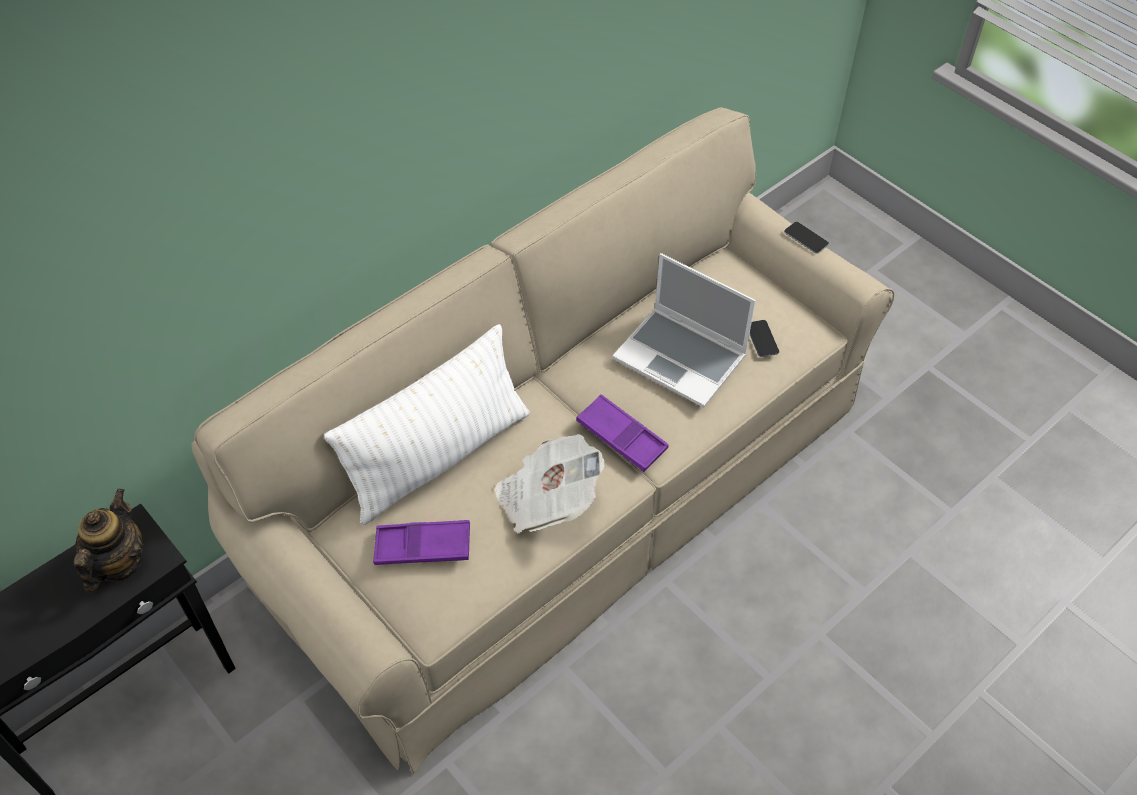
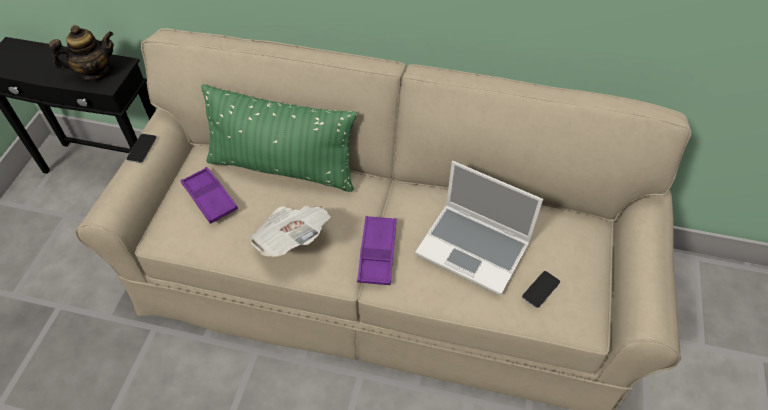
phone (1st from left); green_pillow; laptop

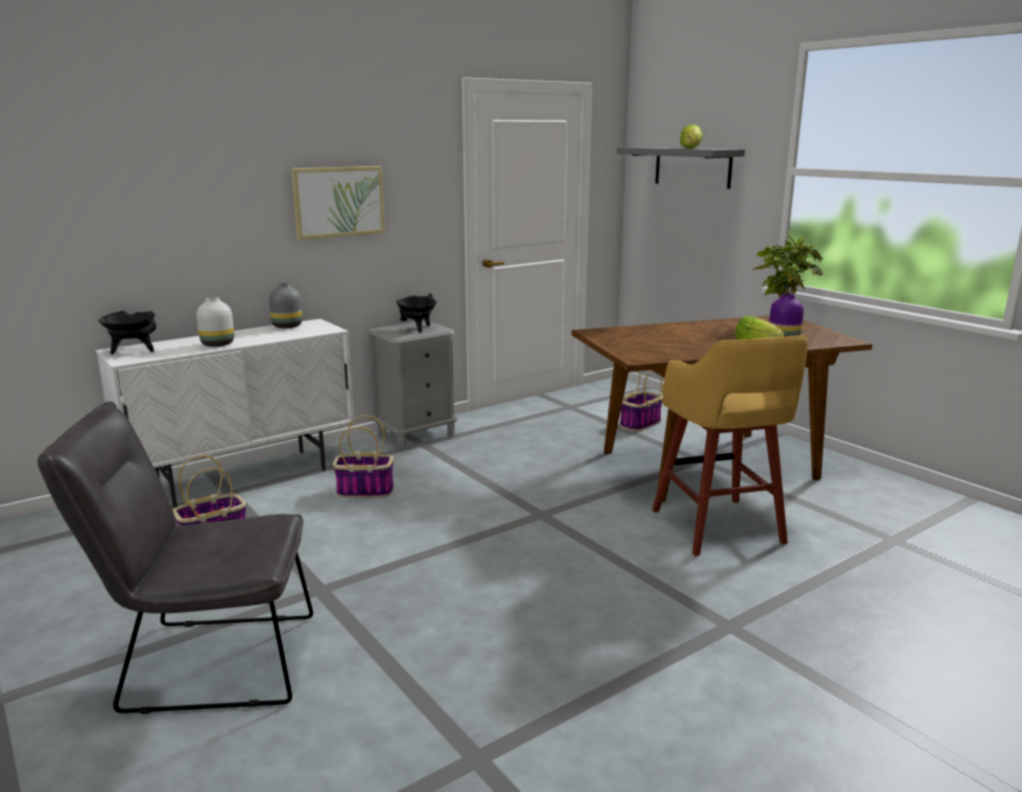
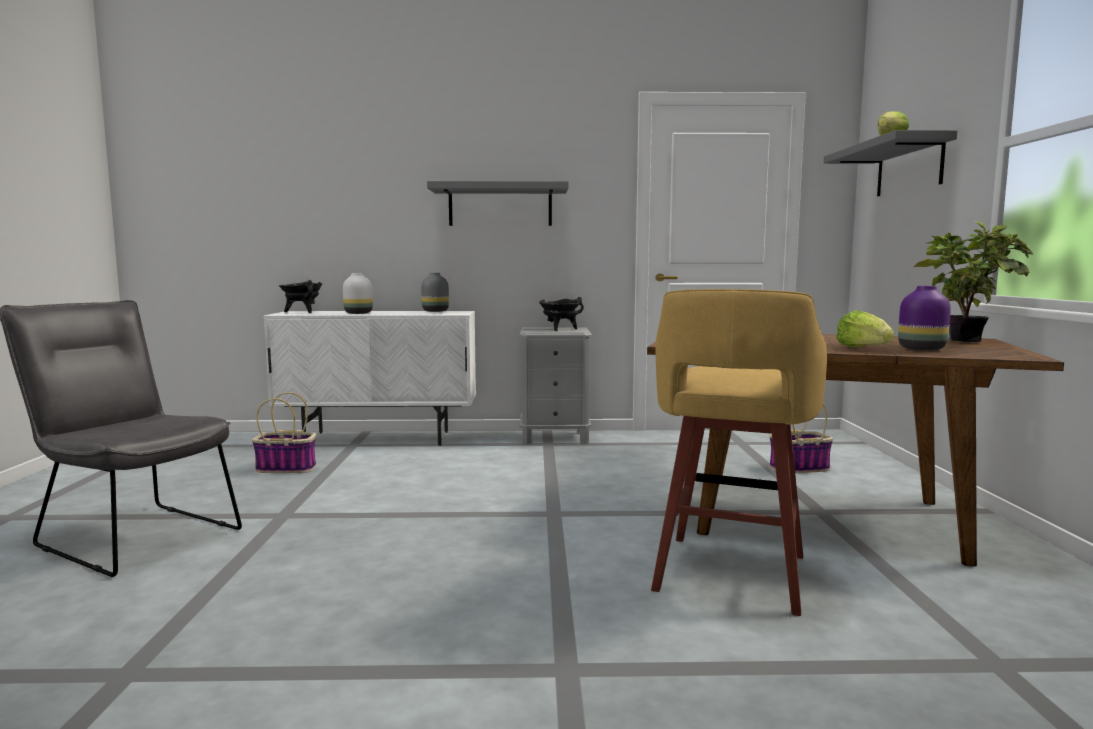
basket (2nd from left in the first image); grey_shelf (1st from left)

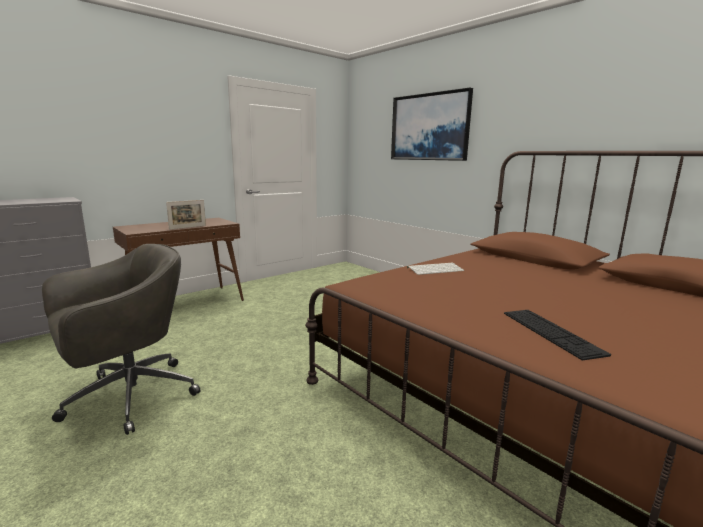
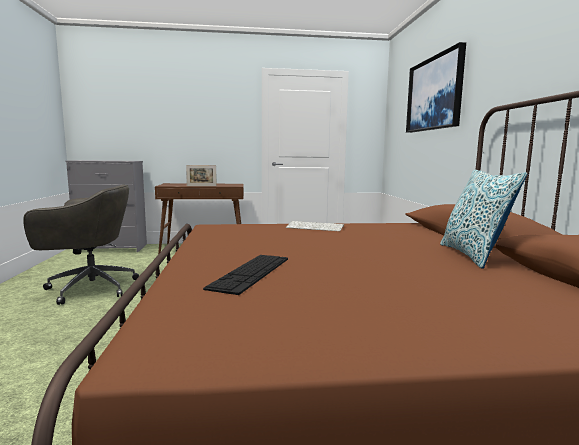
pillow

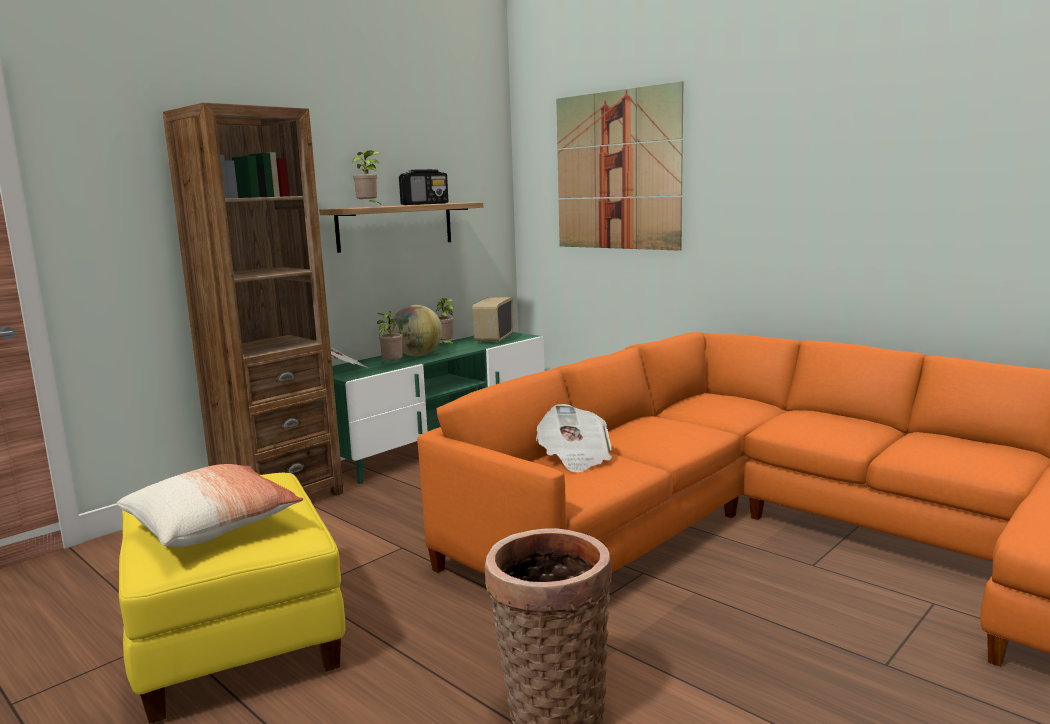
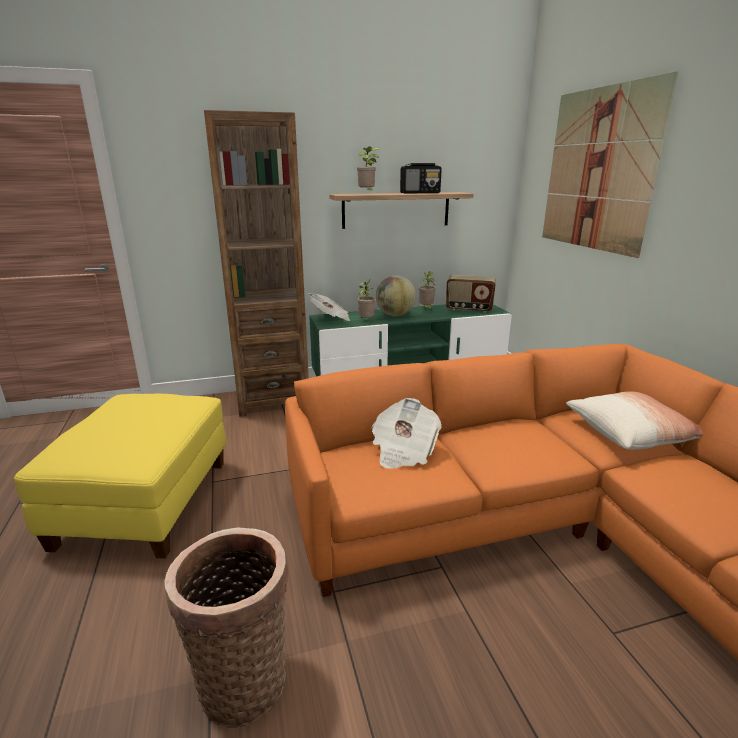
pillow; radio (2nd from left)

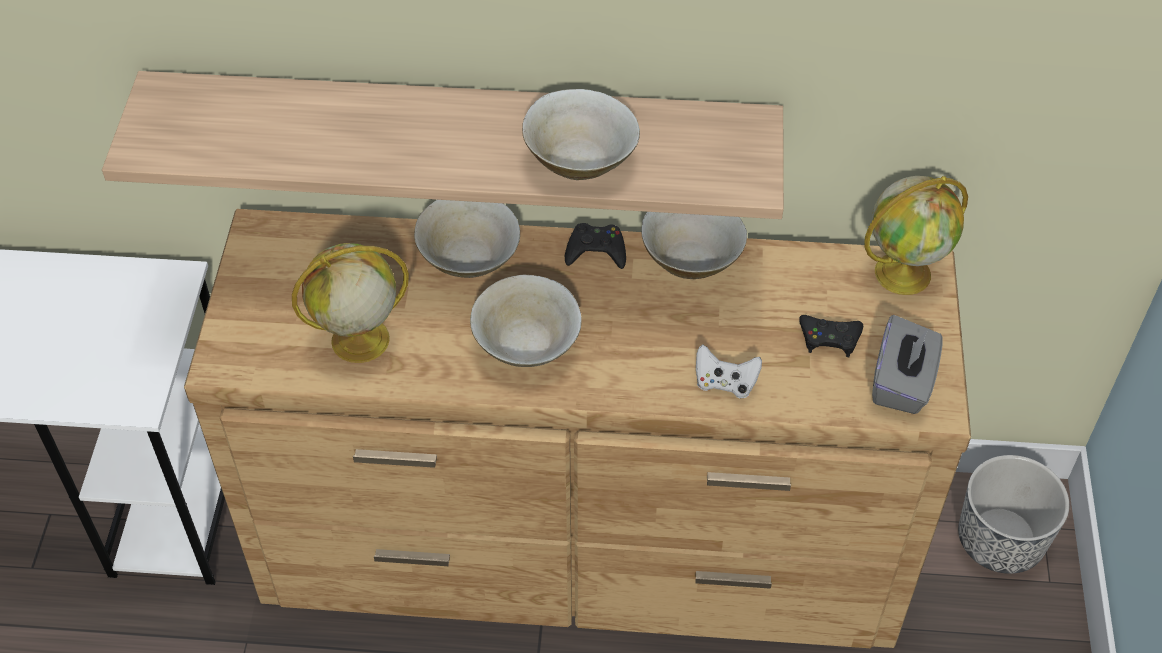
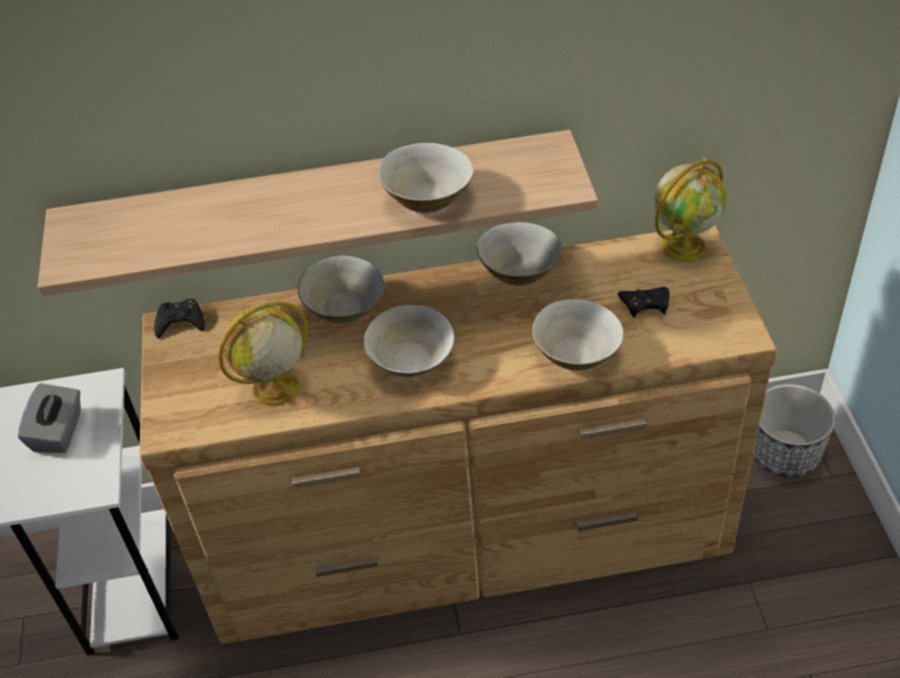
black_game_controller (1st from left); grey_tissue_box; beige_bowl (5th from left)

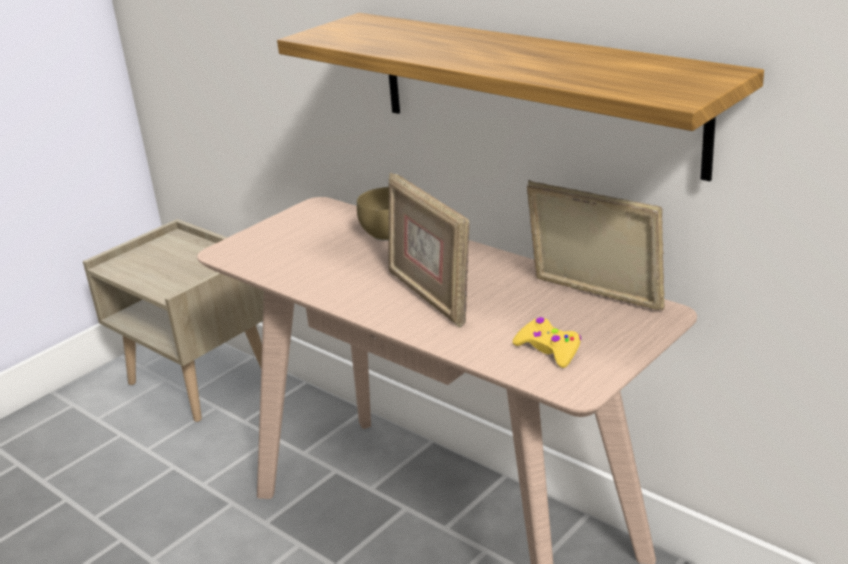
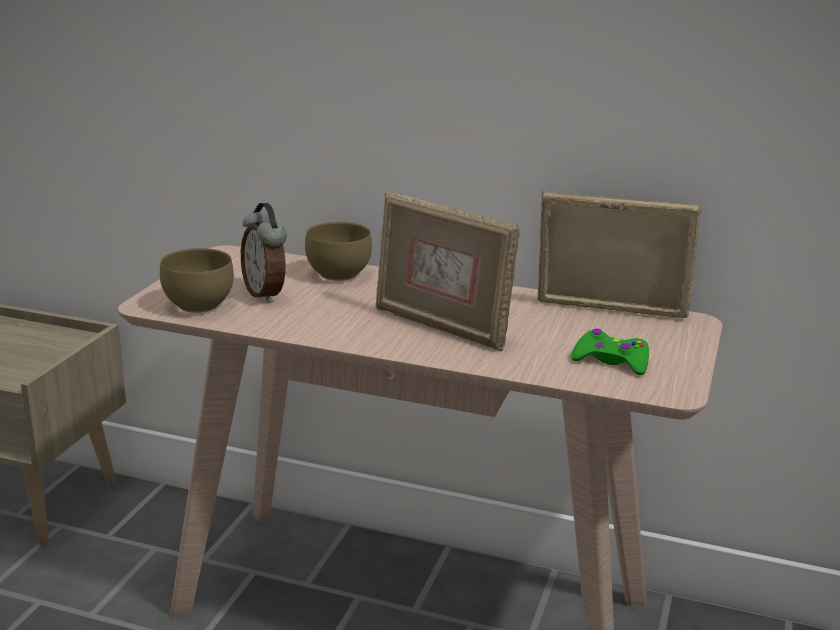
shelf; brown_bowl (1st from left); alarm_clock; green_game_controller

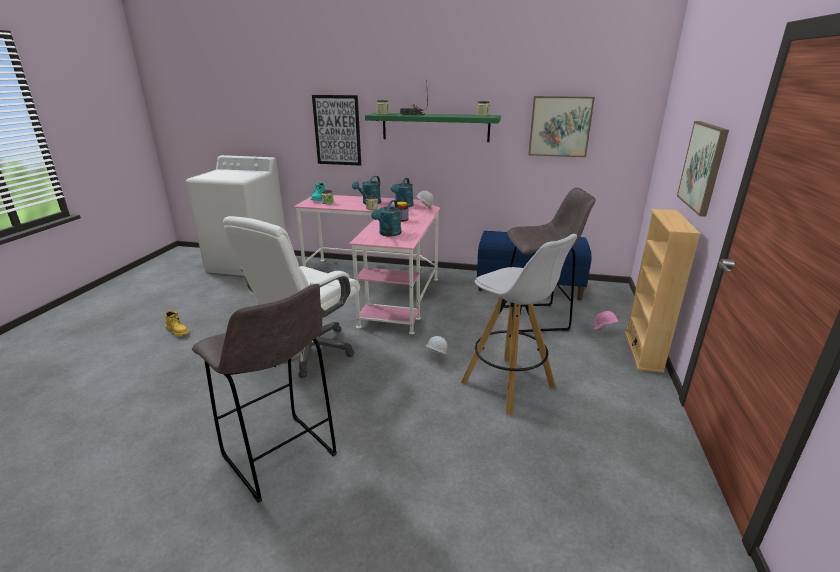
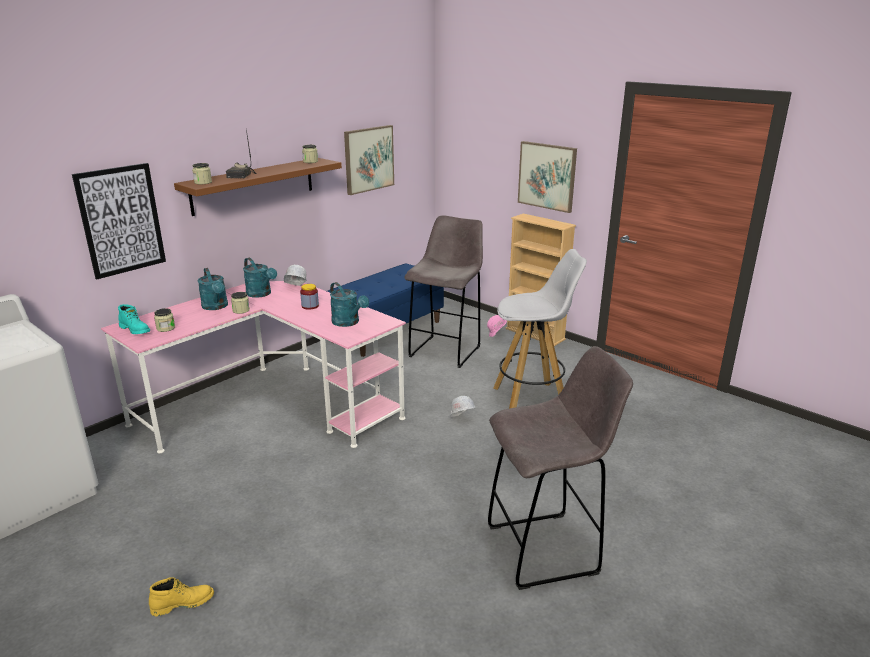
white_office_chair; brown_shelf

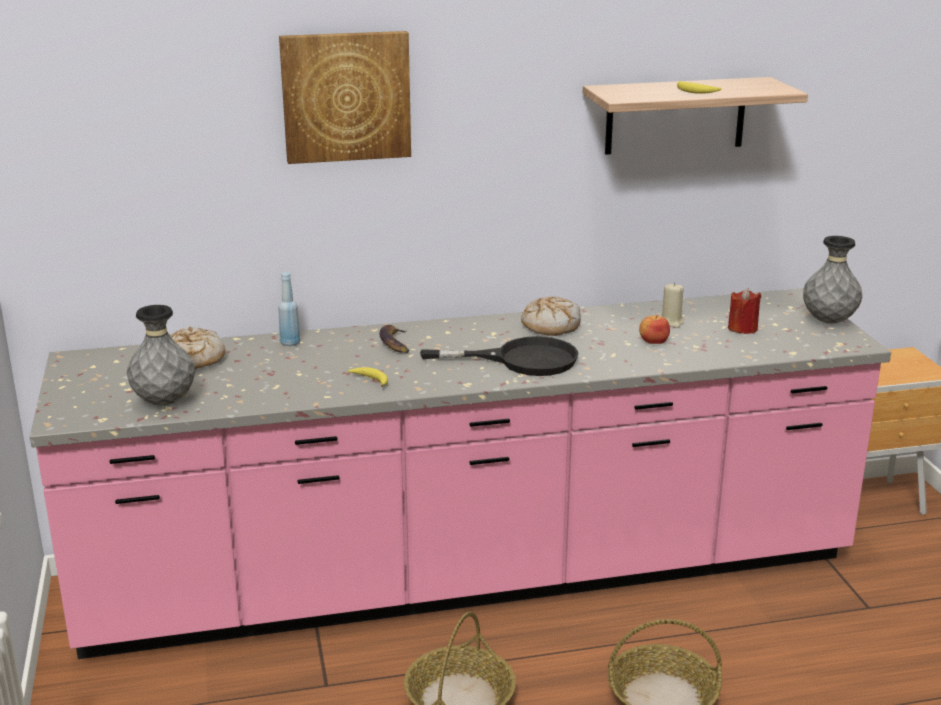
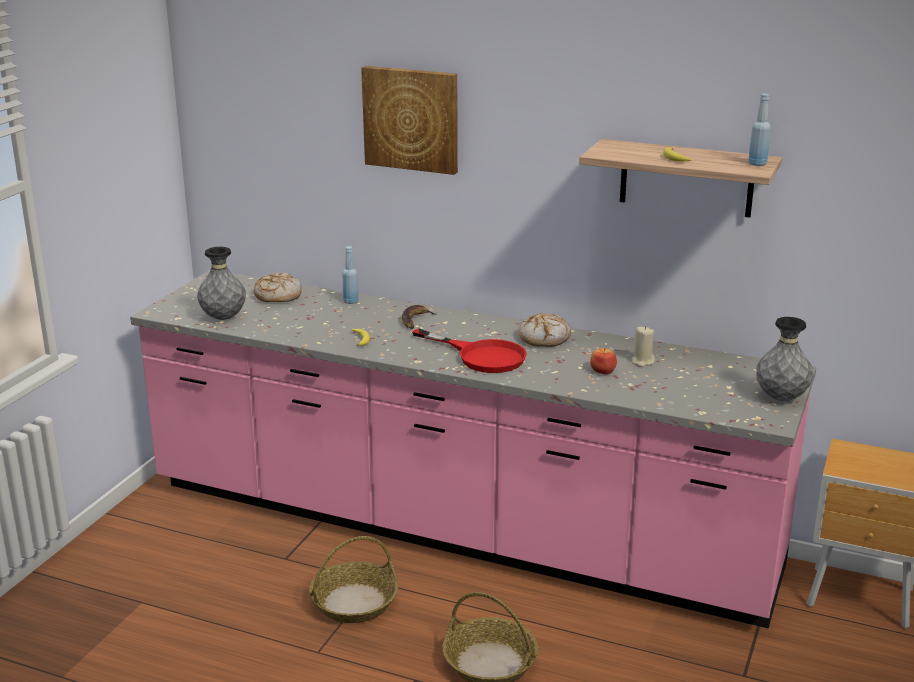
red_candle; blue_bottle (2nd from left); red_frying_pan

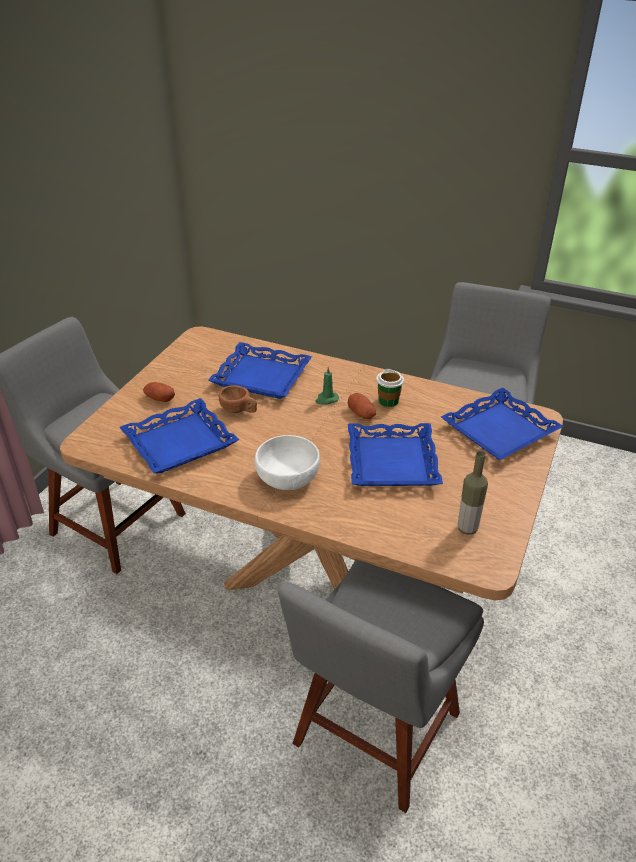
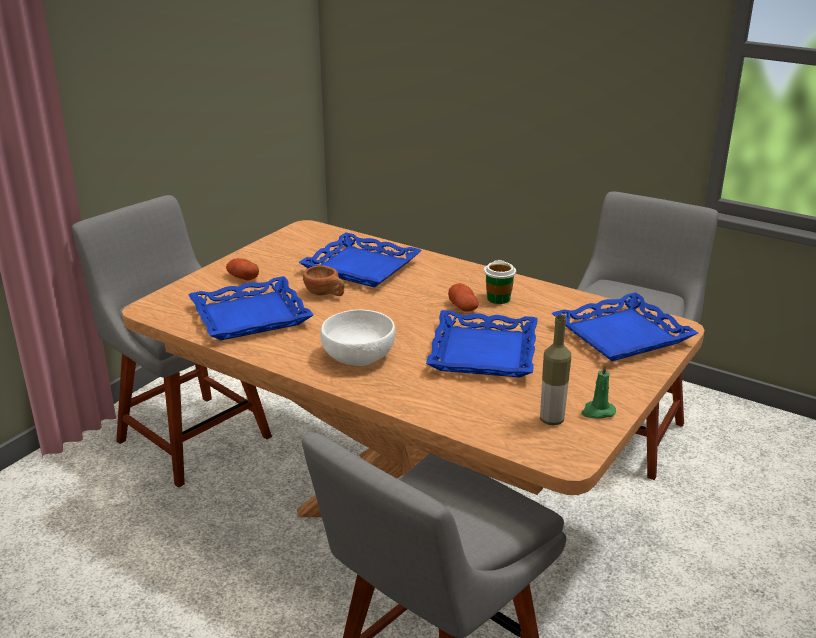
green_candle

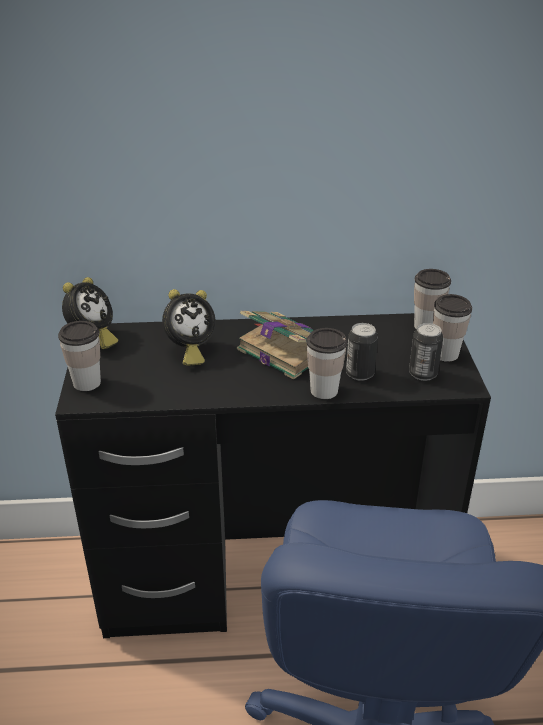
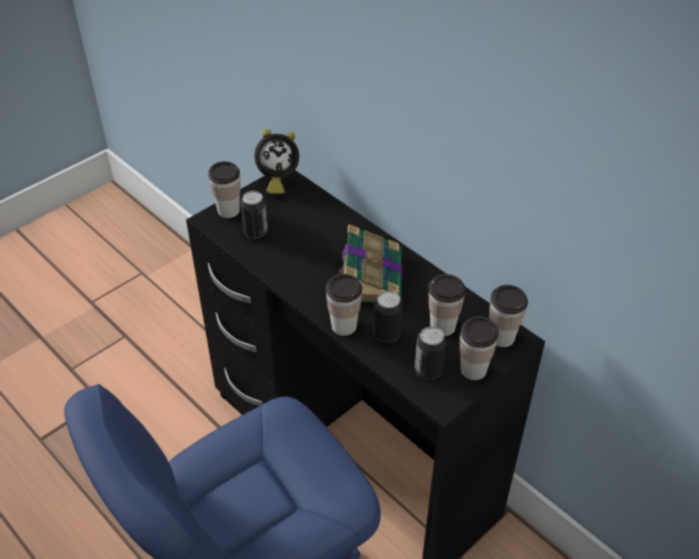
alarm_clock (2nd from left in the first image); can (1st from left); cup (3rd from left)

